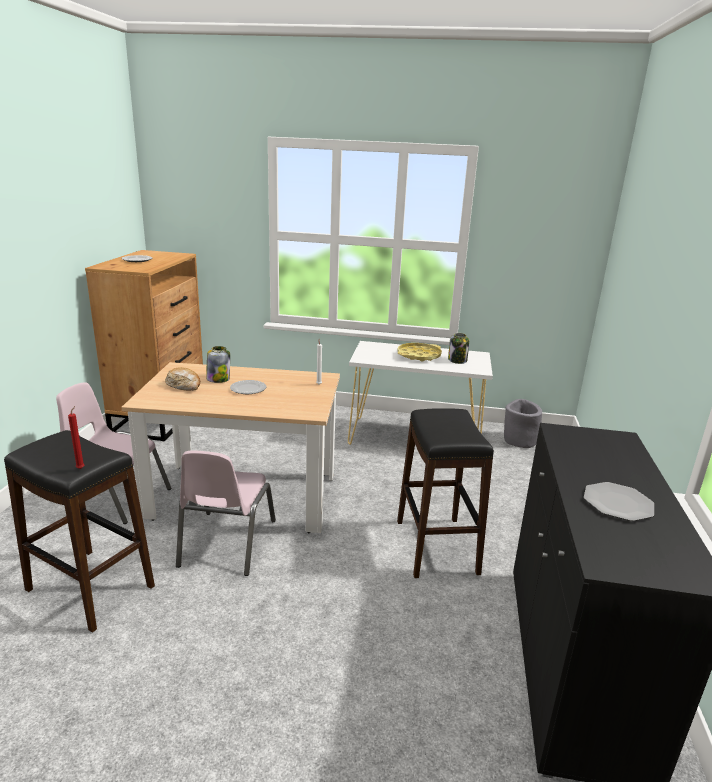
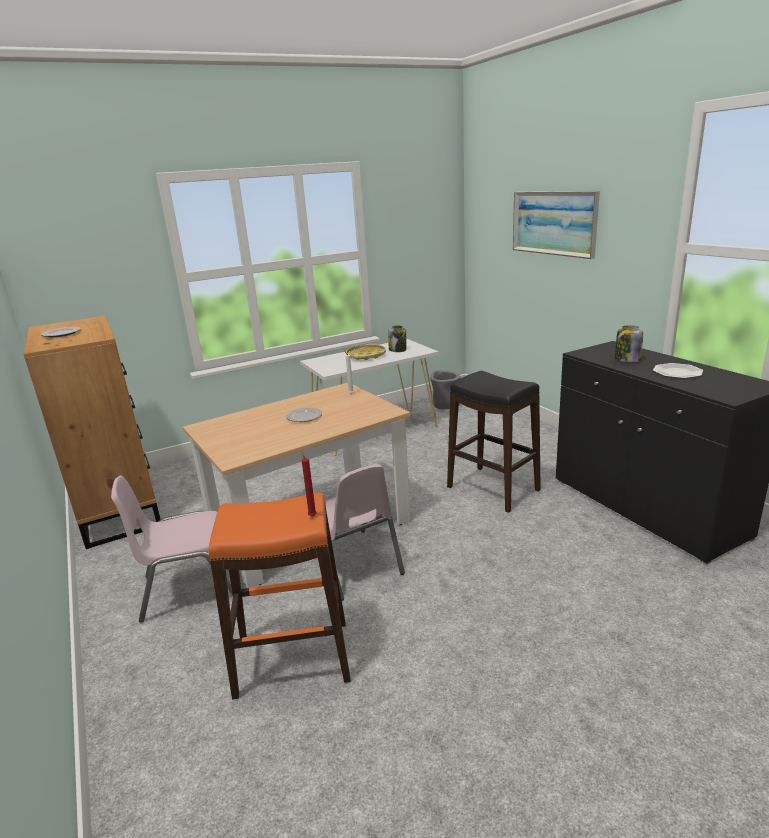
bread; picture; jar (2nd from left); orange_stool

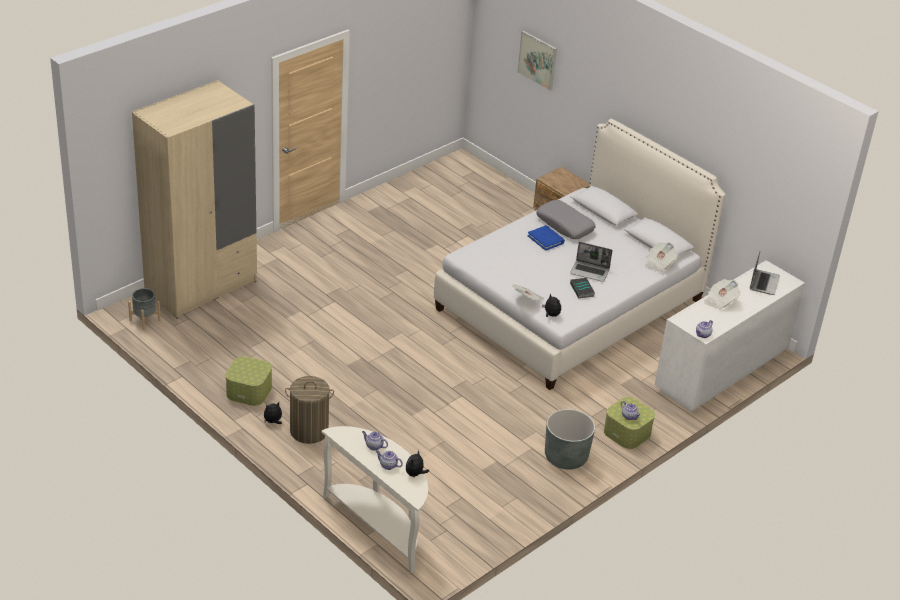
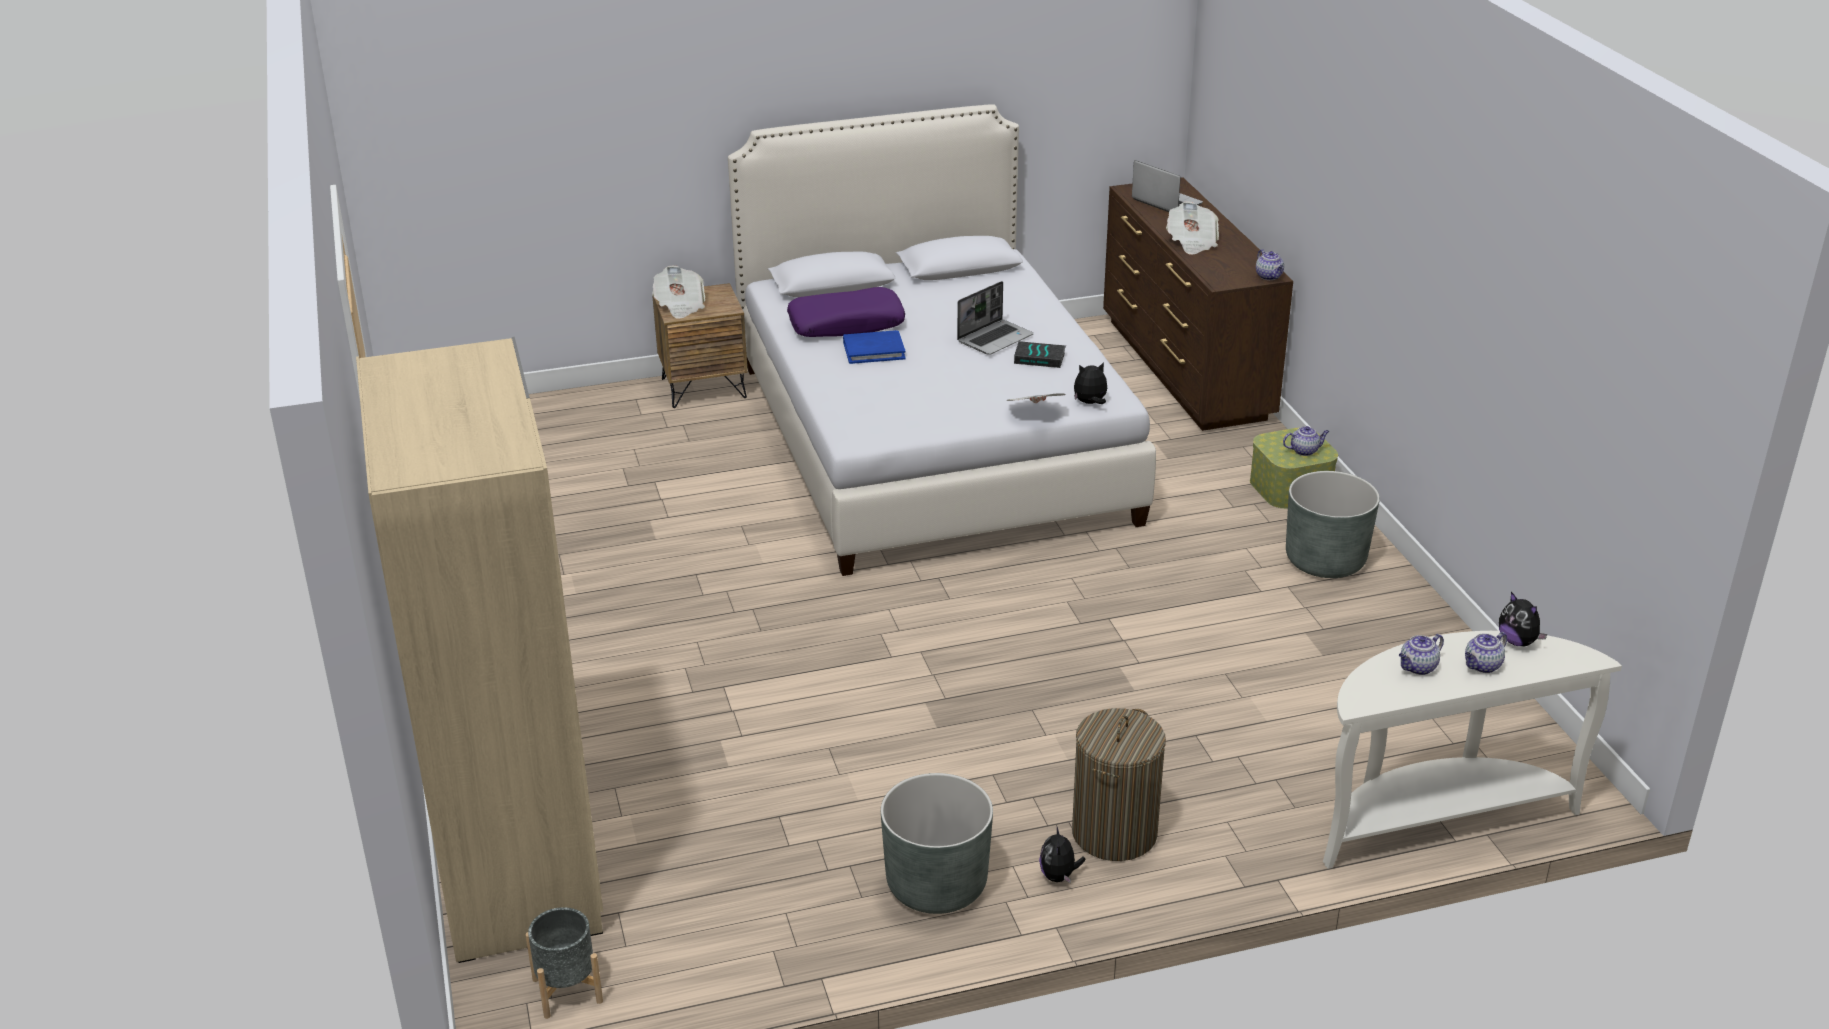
picture; newspaper (1st from left); grey_planter (2nd from left); purple_pillow; brown_dresser

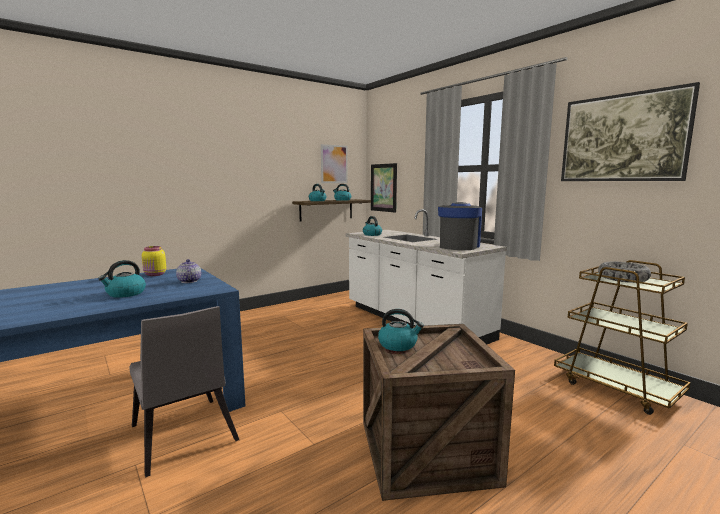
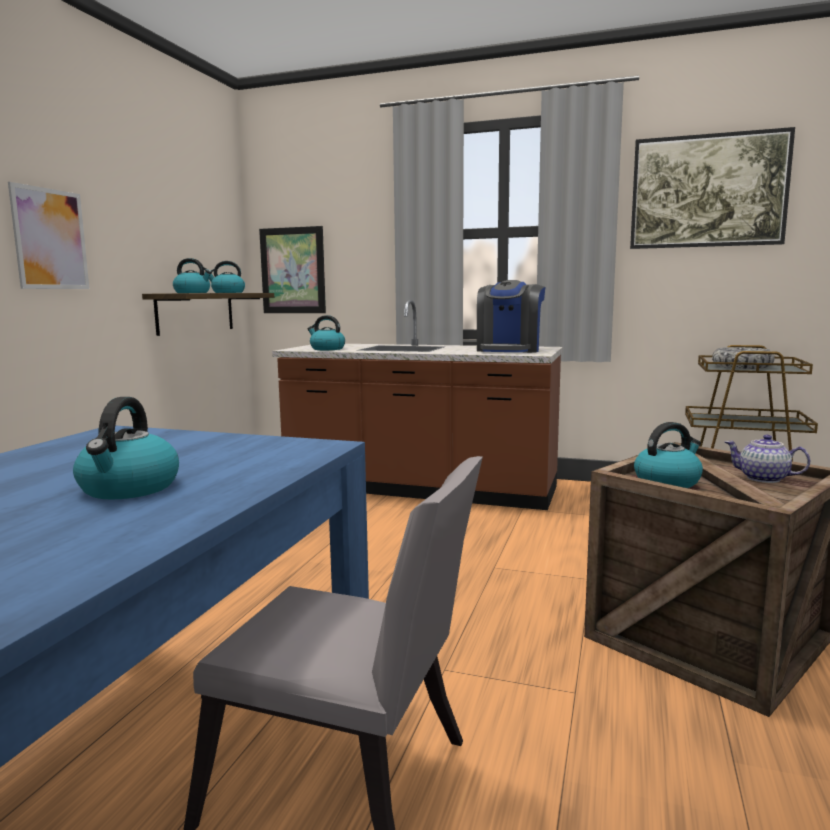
yellow_jar; teapot; picture (1st from left); brown_counter; coffee_machine

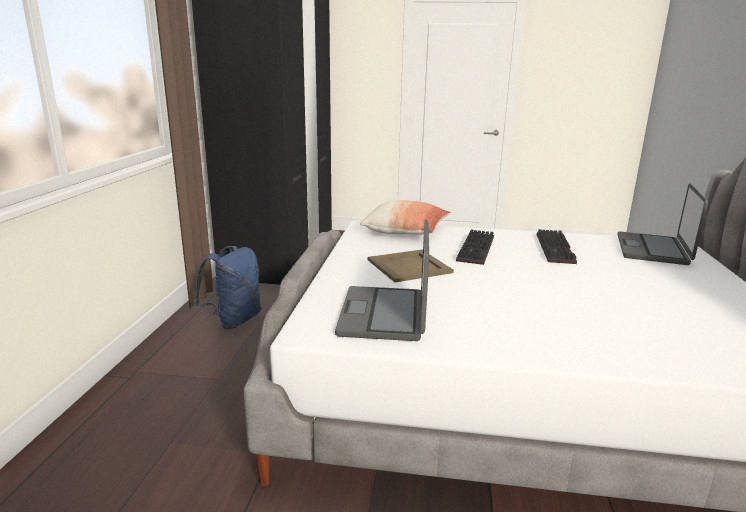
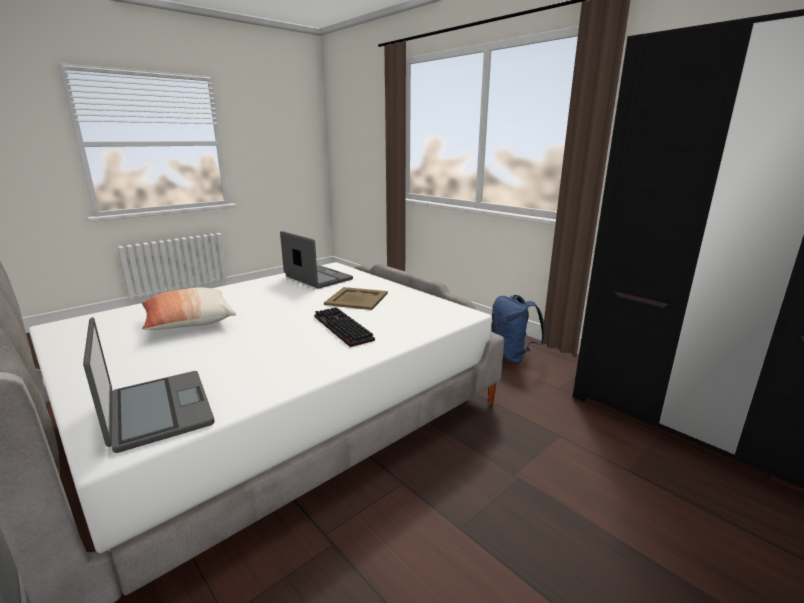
keyboard (2nd from left in the first image); pillow

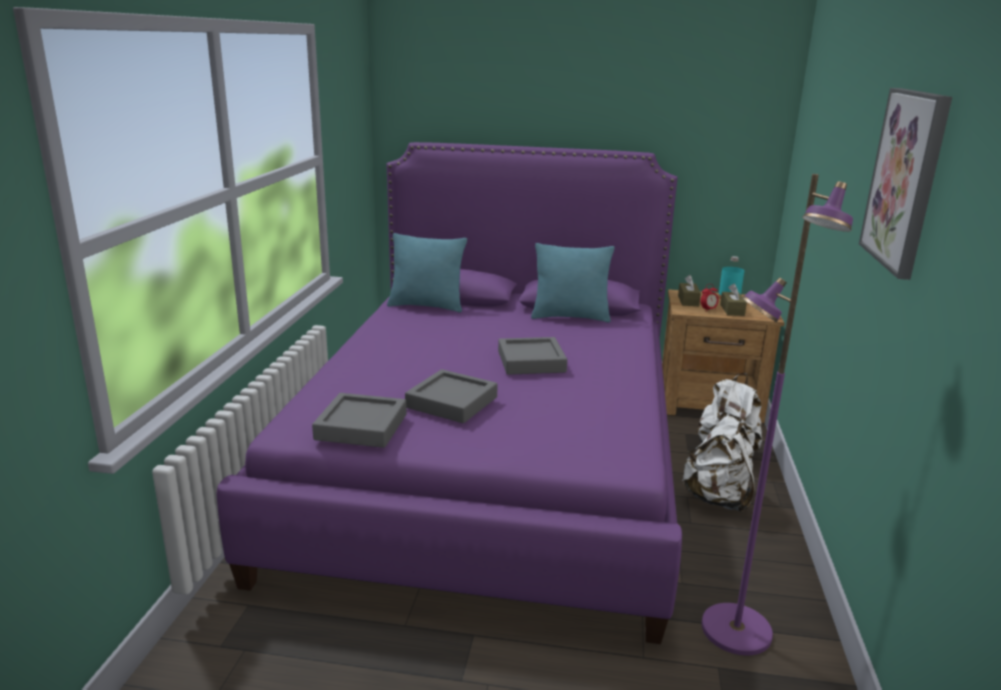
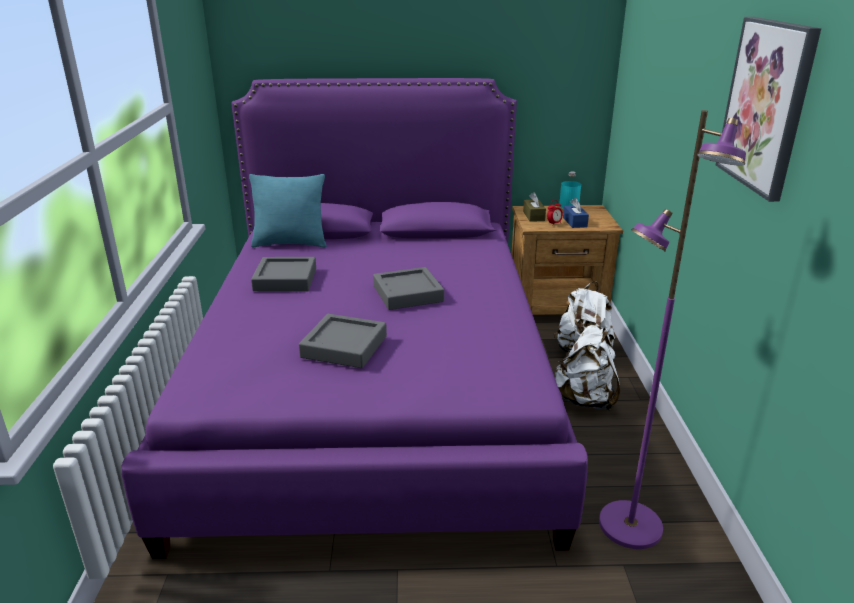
turquoise_pillow (2nd from left in the first image); grey_tray (1st from left); blue_tissue_box

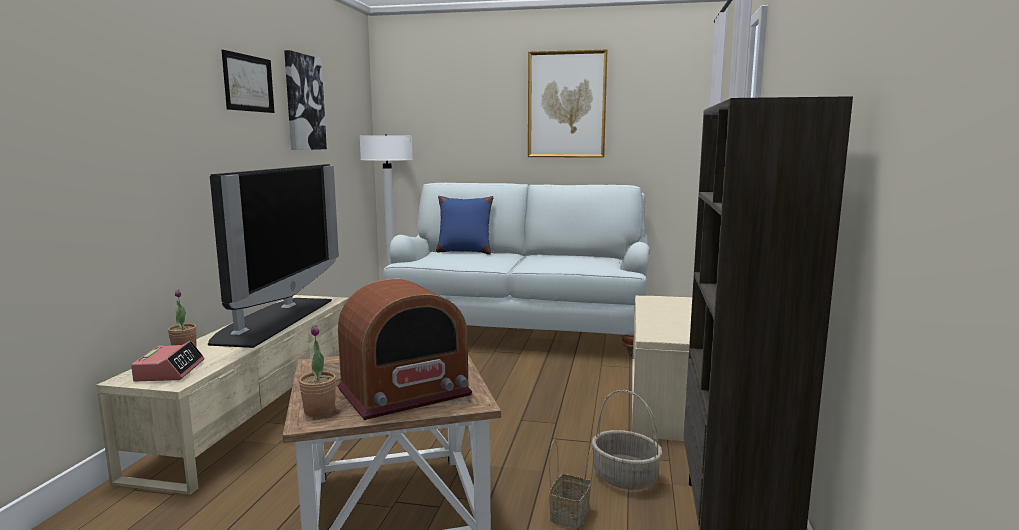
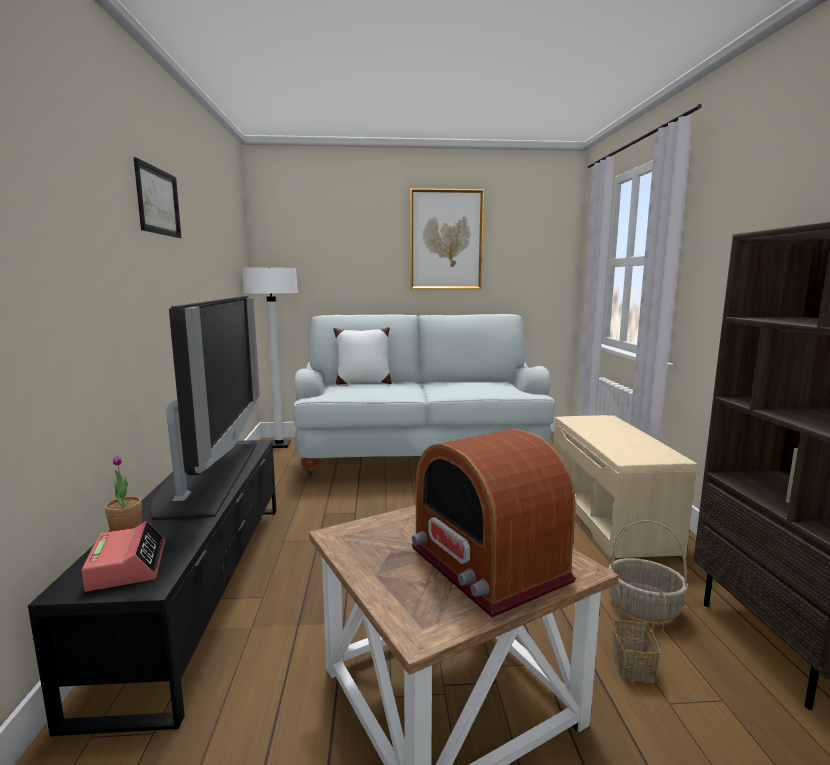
picture (2nd from left in the first image); potted_plant (2nd from left in the first image); black_tv_stand; white_pillow; radio

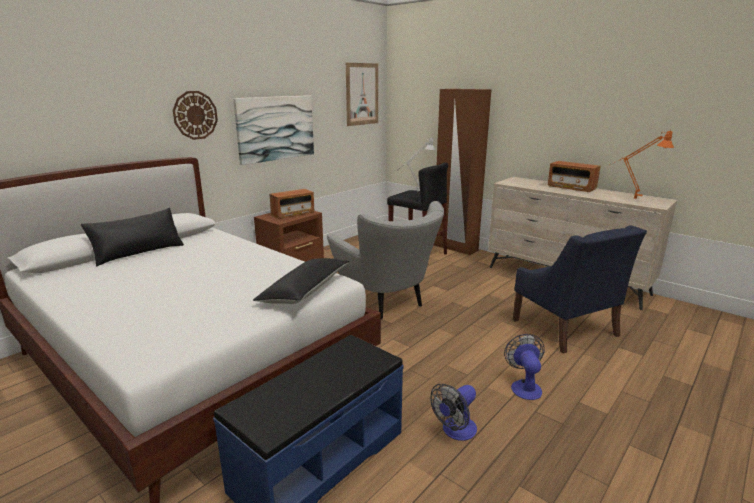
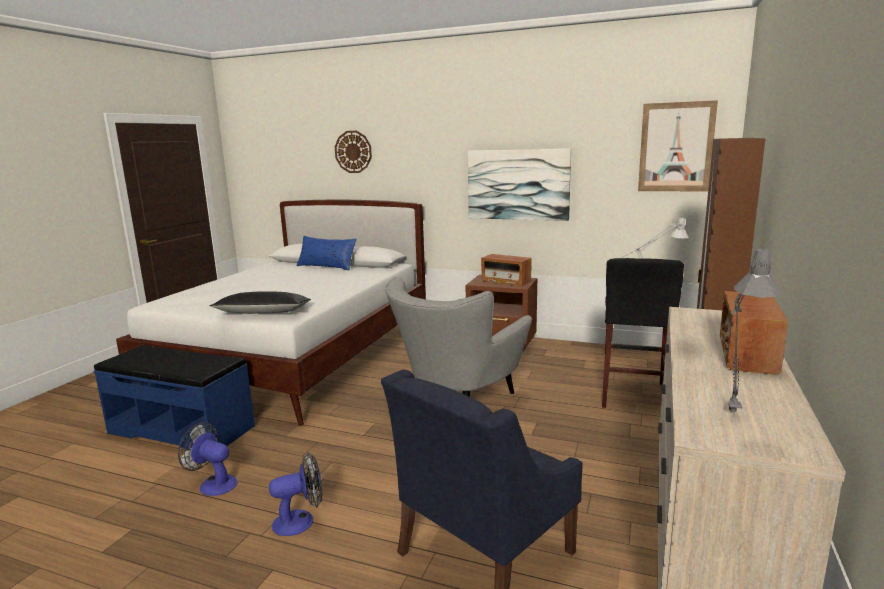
wall_clock; blue_pillow; grey_table_lamp (2nd from left)

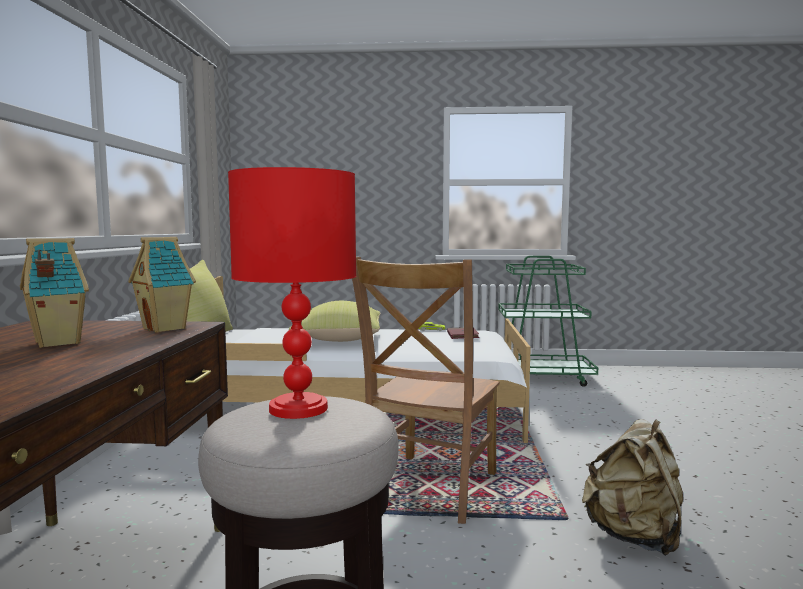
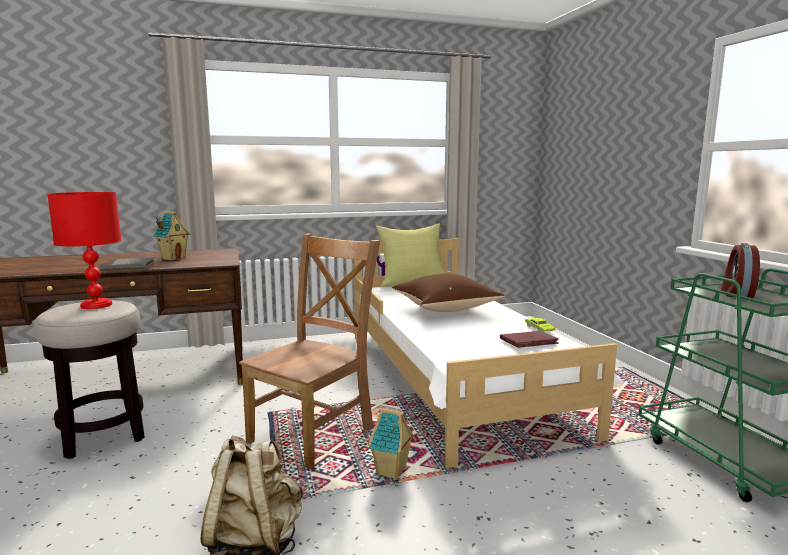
grey_book; alarm_clock; toy_house (2nd from left); brown_pillow; brown_chair

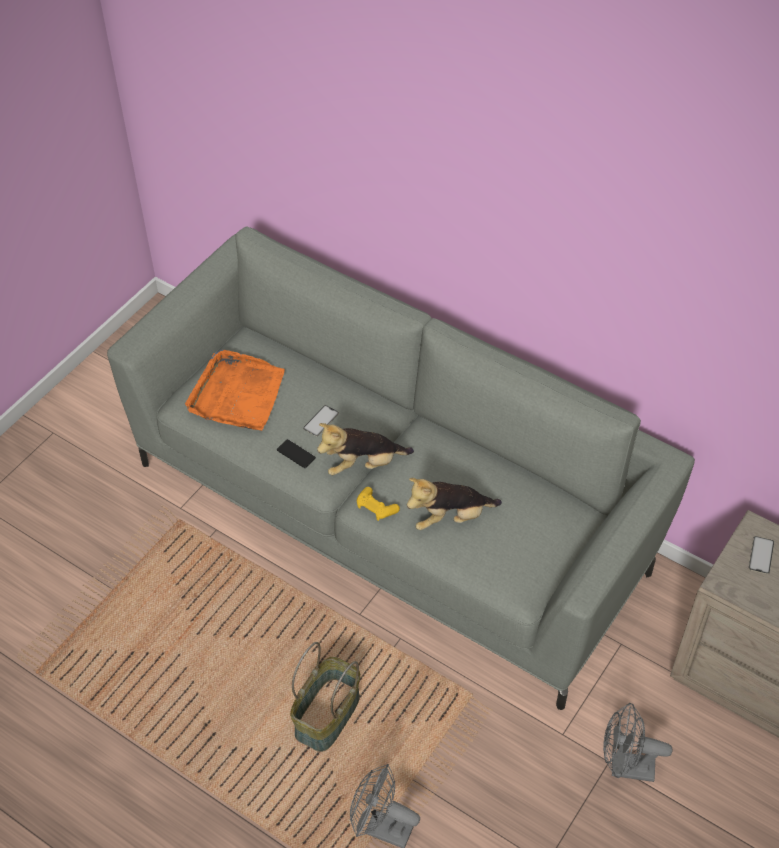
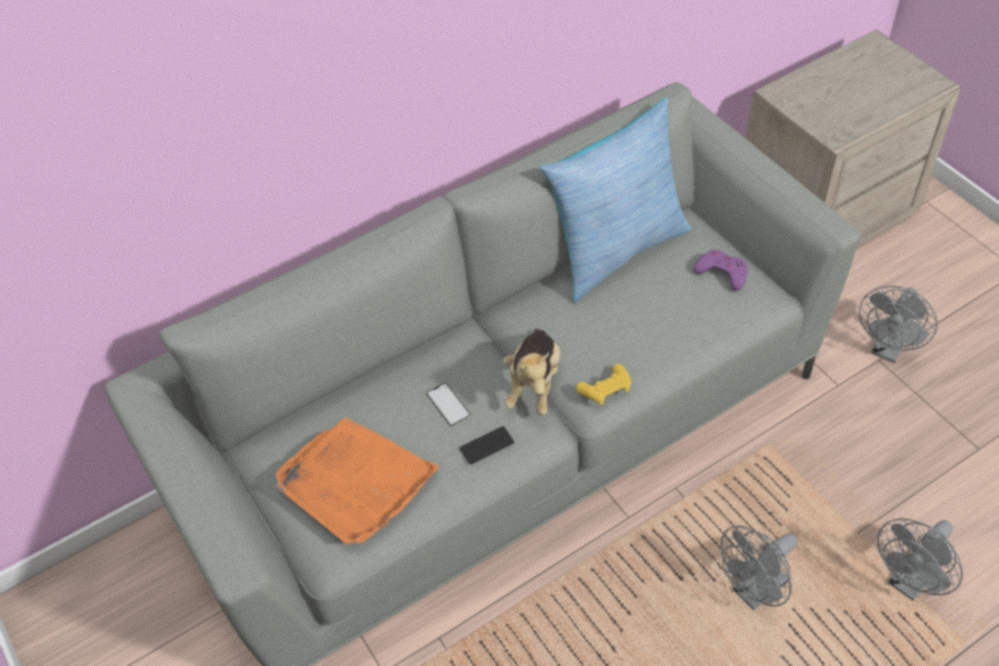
plush_toy (2nd from left in the first image); phone (3rd from left in the first image); pillow; purple_game_controller; grey_fan (1st from left)

